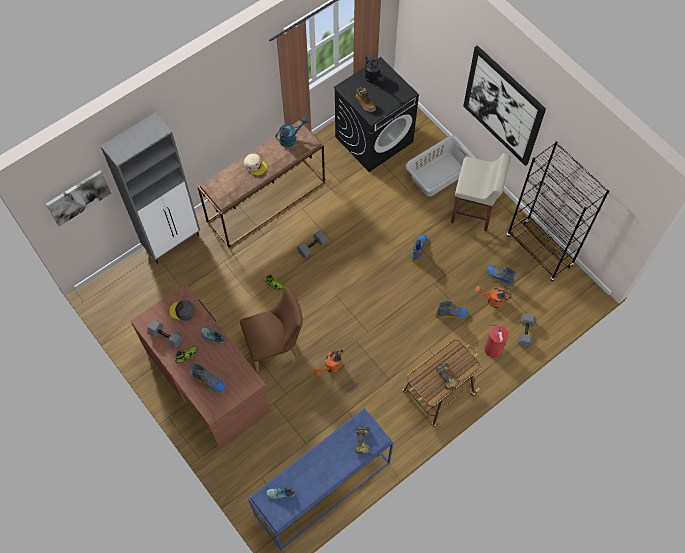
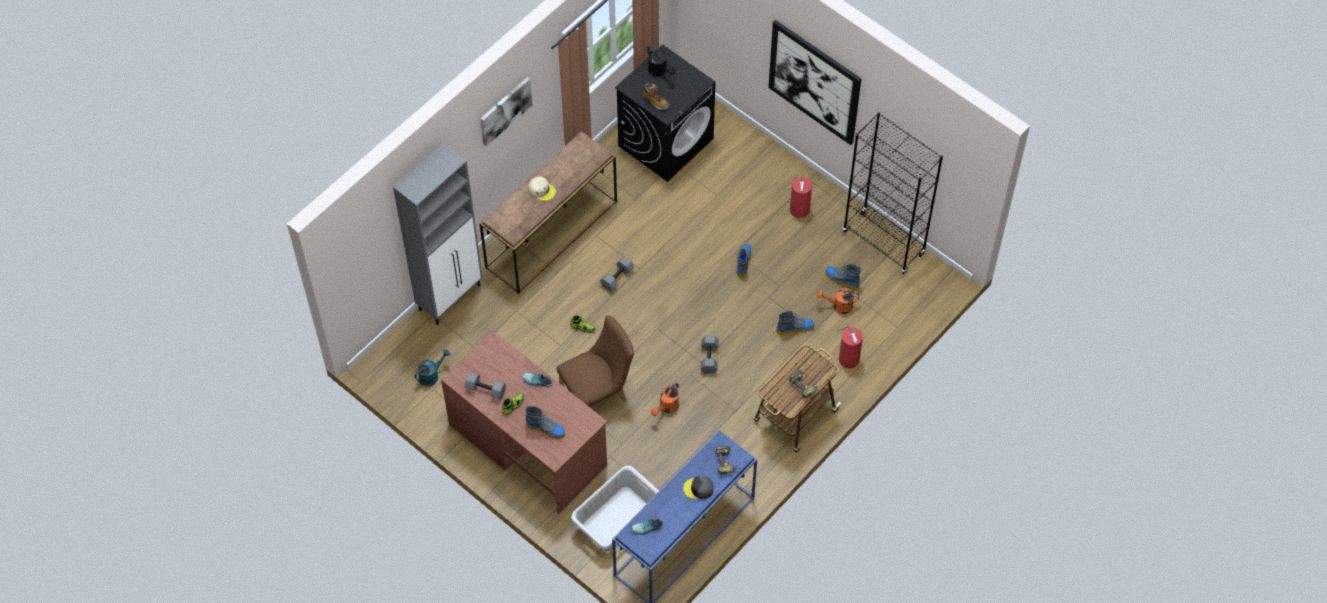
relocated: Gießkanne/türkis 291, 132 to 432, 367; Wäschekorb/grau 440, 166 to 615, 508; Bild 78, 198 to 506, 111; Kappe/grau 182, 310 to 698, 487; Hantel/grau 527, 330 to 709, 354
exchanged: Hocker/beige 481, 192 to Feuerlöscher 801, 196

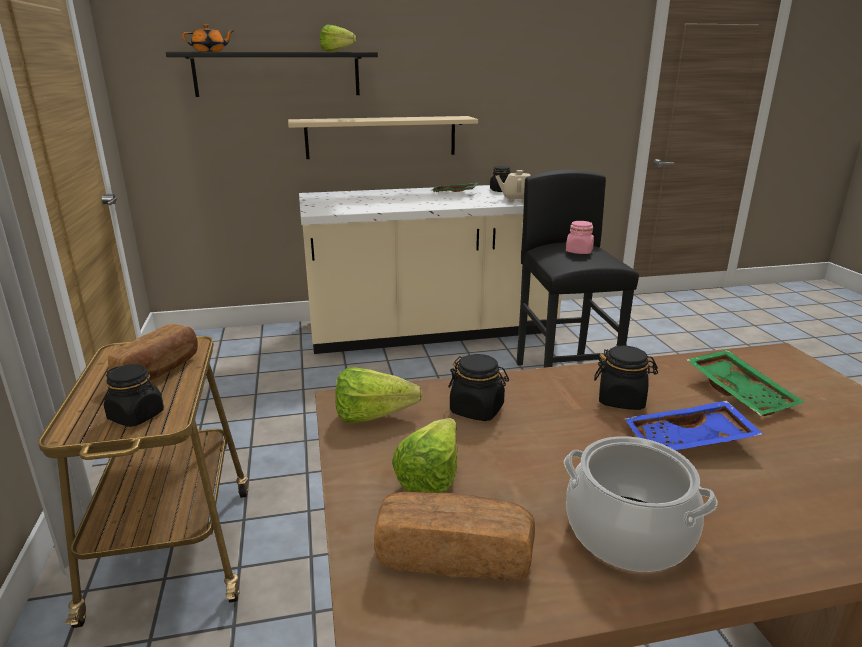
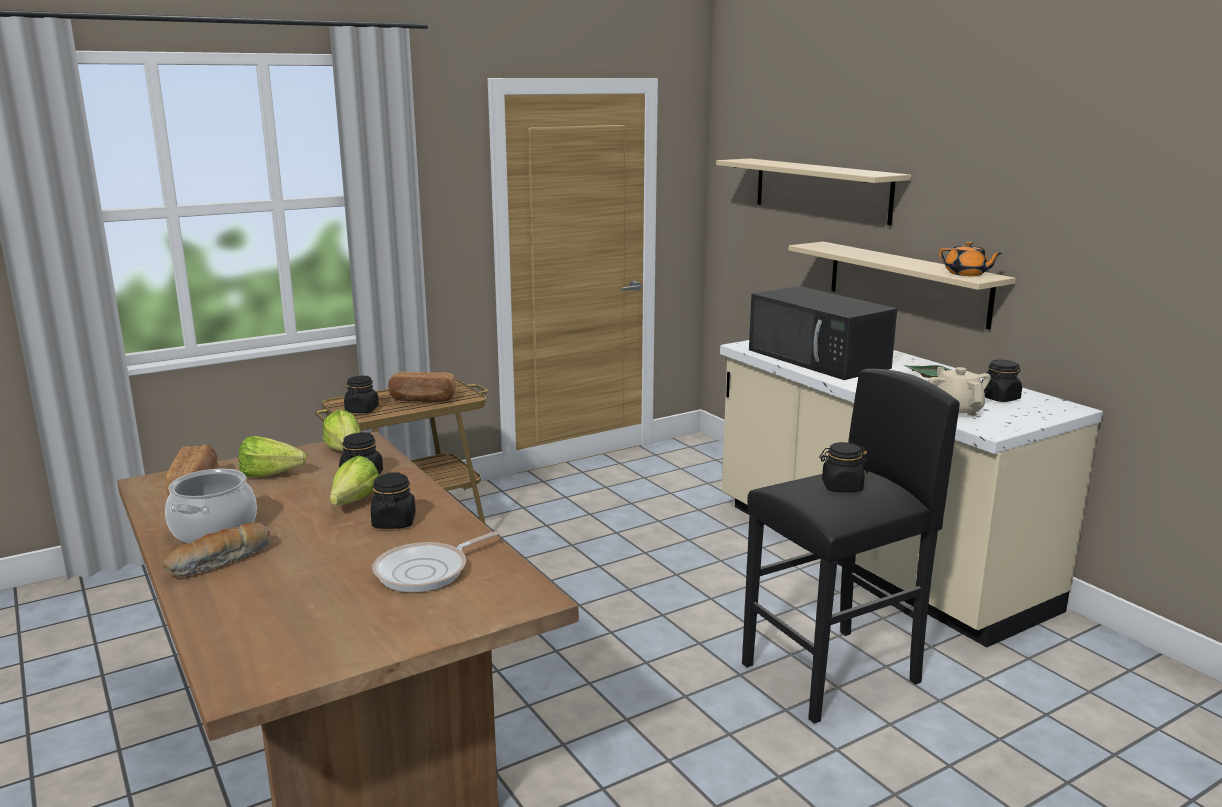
missing: Tablett/blau 694, 425
appeared: Mikrowelle/schwarz 823, 333; Brot 216, 549
relocated: Teekanne/orange 207, 38 to 970, 258; Salatkopf 338, 38 to 354, 480
exchanged: Tablett/grün 745, 383 to Pfanne 435, 561
colour: Wandregal/schwarz 272, 74 to Wandregal/beige 813, 191; Vorratsglas/rosa 580, 237 to Vorratsglas/schwarz 843, 467

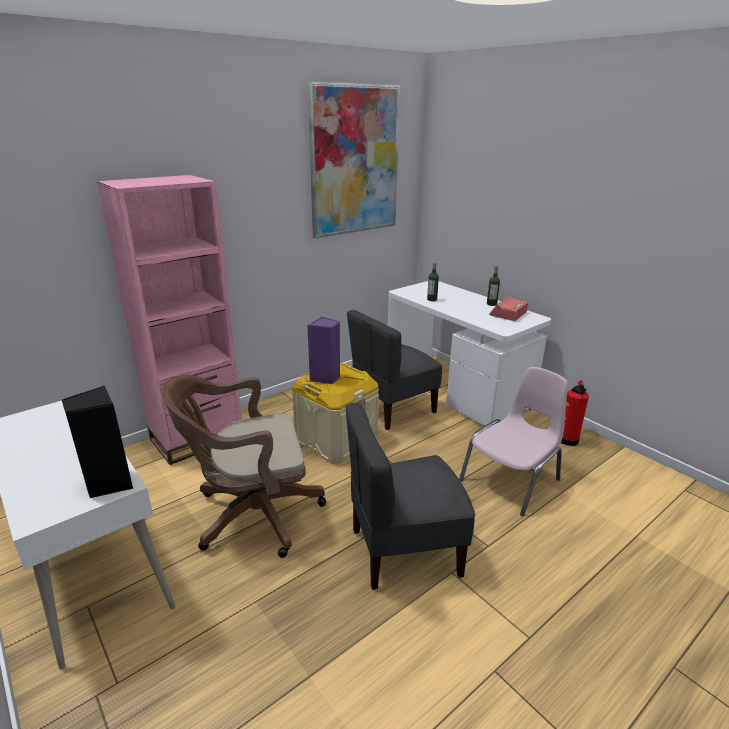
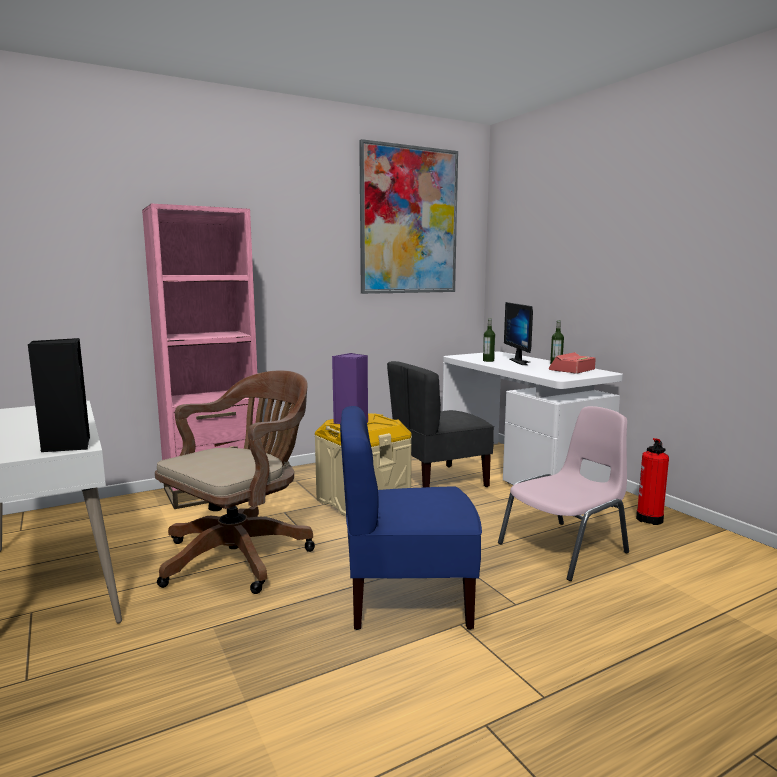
appeared: Monitor 518, 333
colour: Stuhl/grau 410, 496 to Stuhl/blau 411, 518
spun: Bürostuhl/braun 244, 466 = 235, 482 135 degrees clockwise

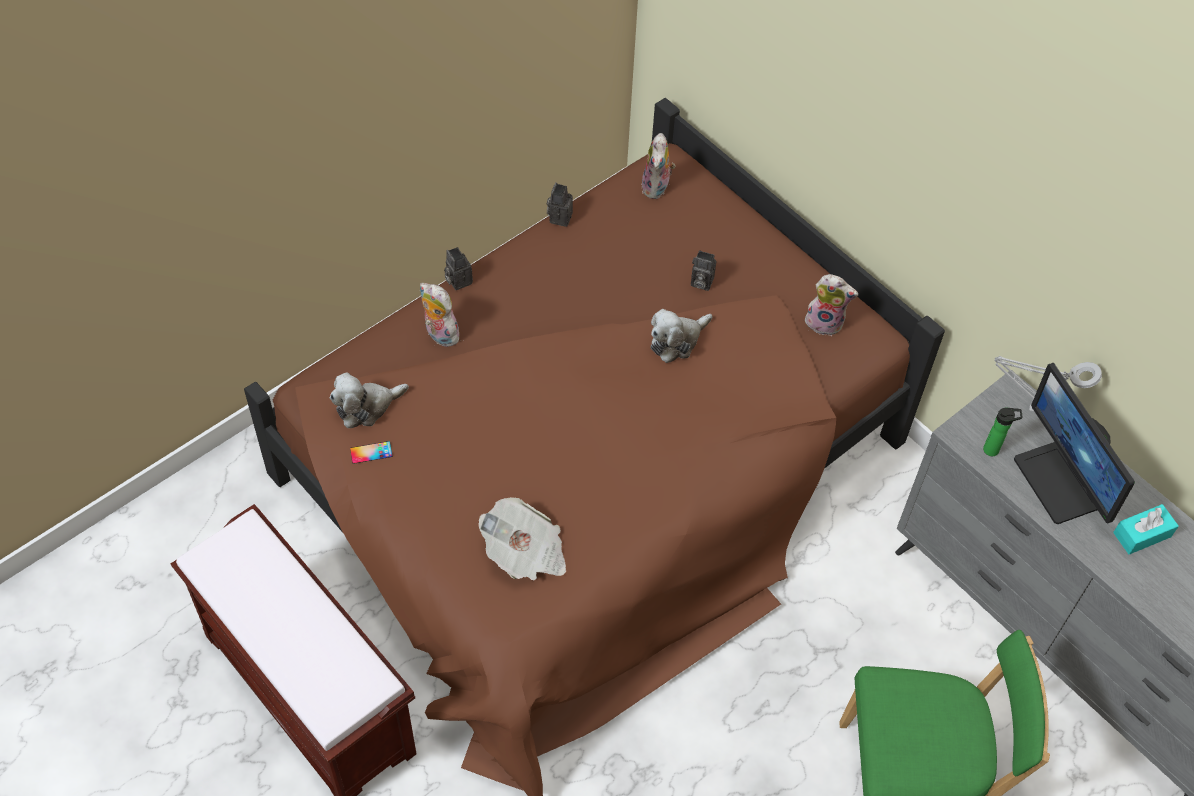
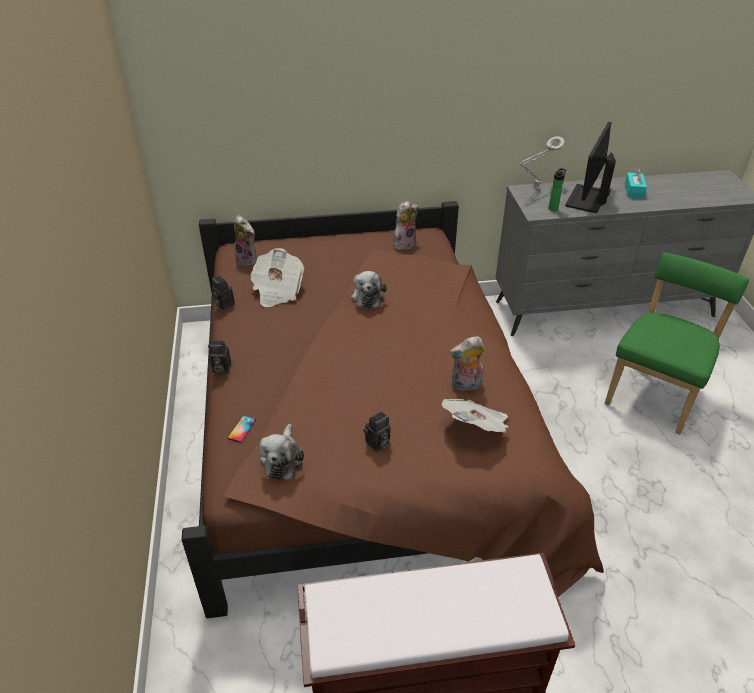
appeared: Zeitung 277, 277
relocated: Kamera 703, 270 to 377, 431; Plüschtier 440, 315 to 466, 363; Handy 371, 452 to 241, 428
spun: Monitor 1074, 443 = 590, 167 105 degrees clockwise

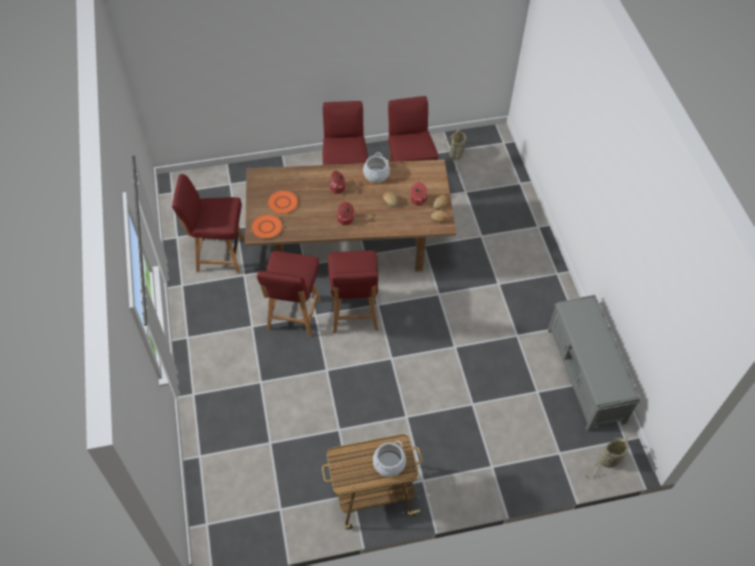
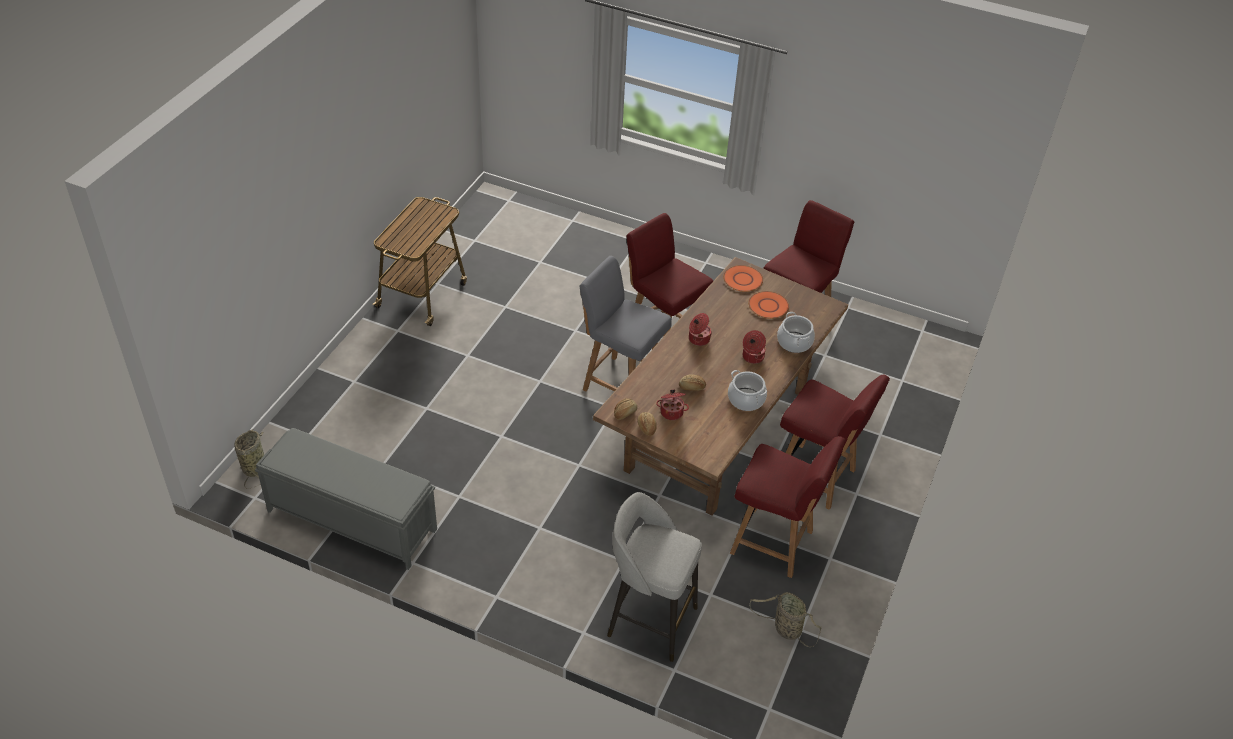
appeared: Hocker/grau 654, 577
relocated: Kochtopf 389, 458 to 796, 332
colour: Stuhl/rot 353, 291 to Stuhl/grau 625, 324

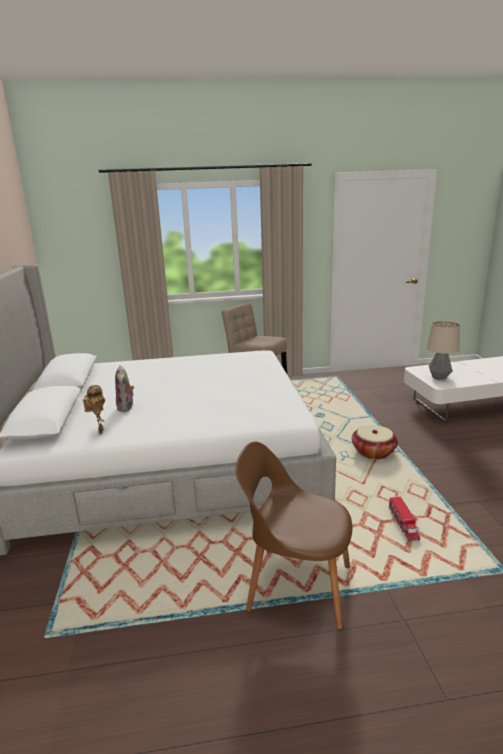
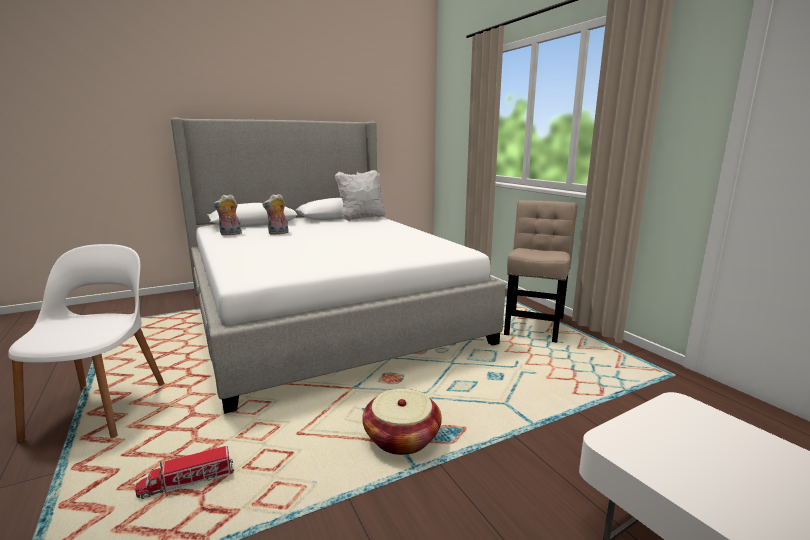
missing: Tischlampe 443, 350
appeared: Kissen/weiß 360, 195
exchanged: Spielzeugroboter 94, 409 to Plüschtier 227, 214
colour: Stuhl/braun 294, 535 to Stuhl/weiß 86, 343

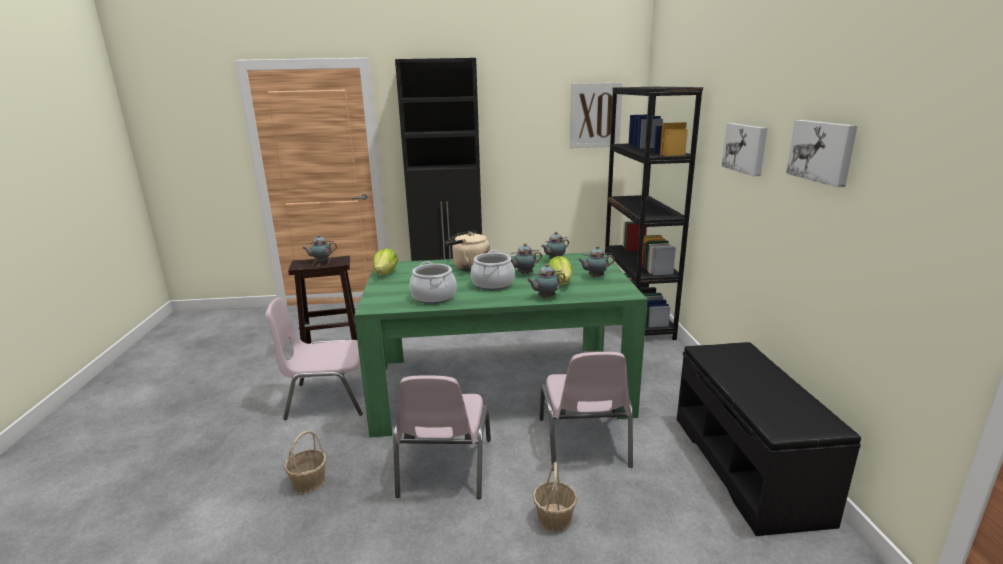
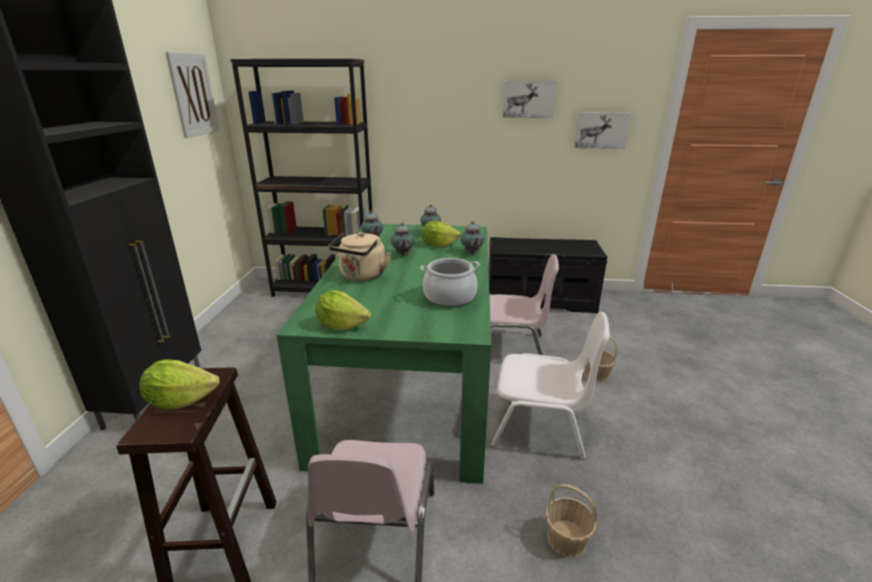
missing: Kochtopf 493, 270
relocated: Bild 744, 149 to 602, 130
exchanged: Teekanne 319, 248 to Salatkopf 179, 384
colour: Stuhl/rosa 442, 437 to Stuhl/weiß 550, 386

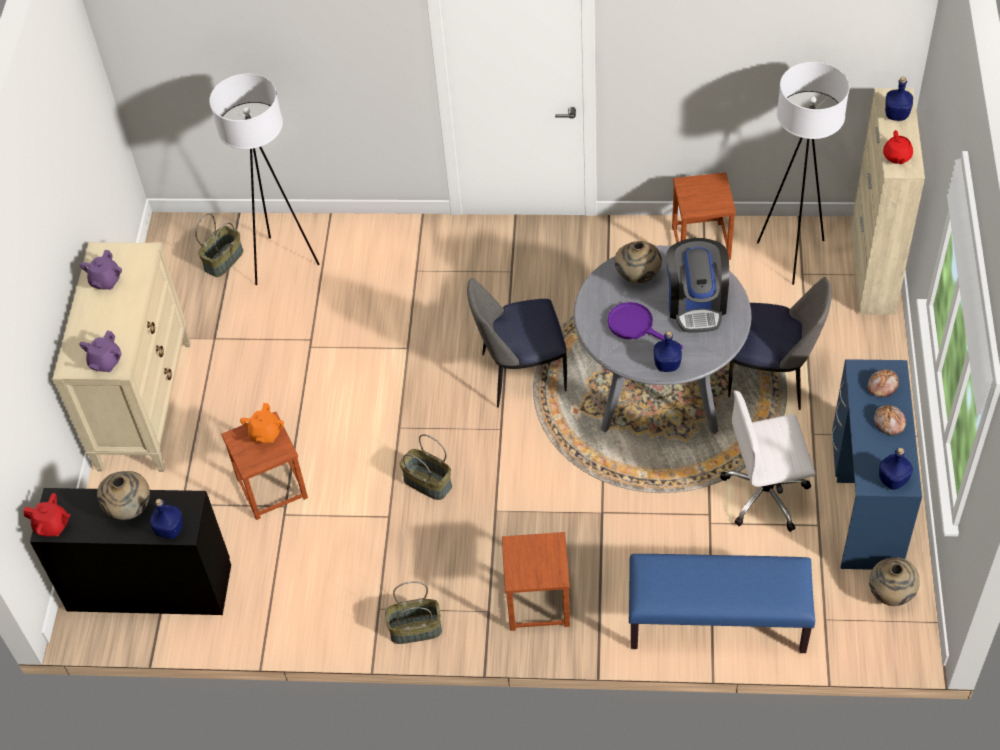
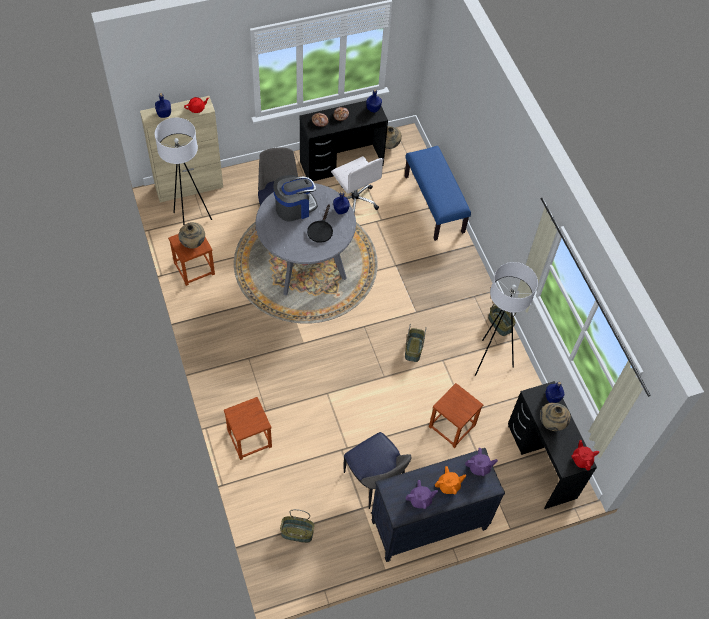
relocated: Stehlampe/weiß 264, 179 to 506, 319; Vase/beige 638, 262 to 192, 235; Stuhl 517, 343 to 377, 470; Teekanne/orange 262, 423 to 450, 480; Hocker/braun 536, 581 to 248, 428
colour: Kommode/beige 121, 357 to Kommode/schwarz 438, 505; Pfanne/lila 645, 325 to Pfanne/schwarz 320, 223; Schreibtisch/blau 877, 464 to Schreibtisch/schwarz 344, 141

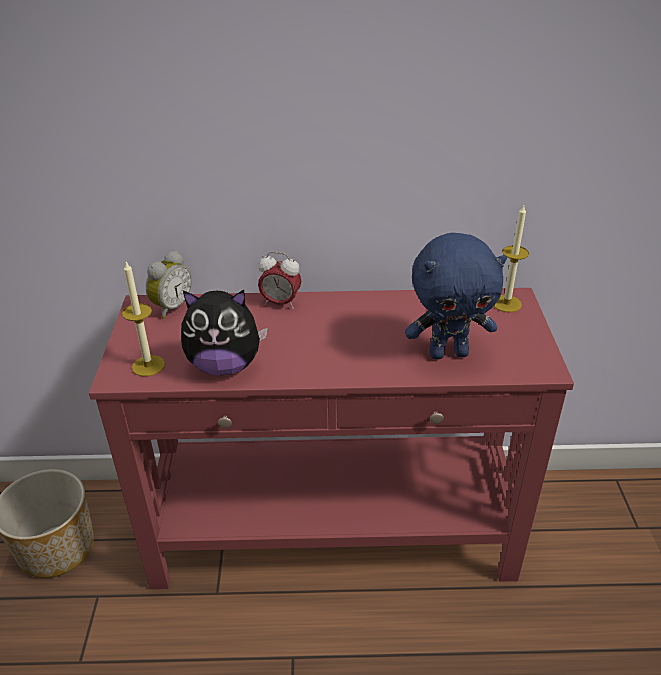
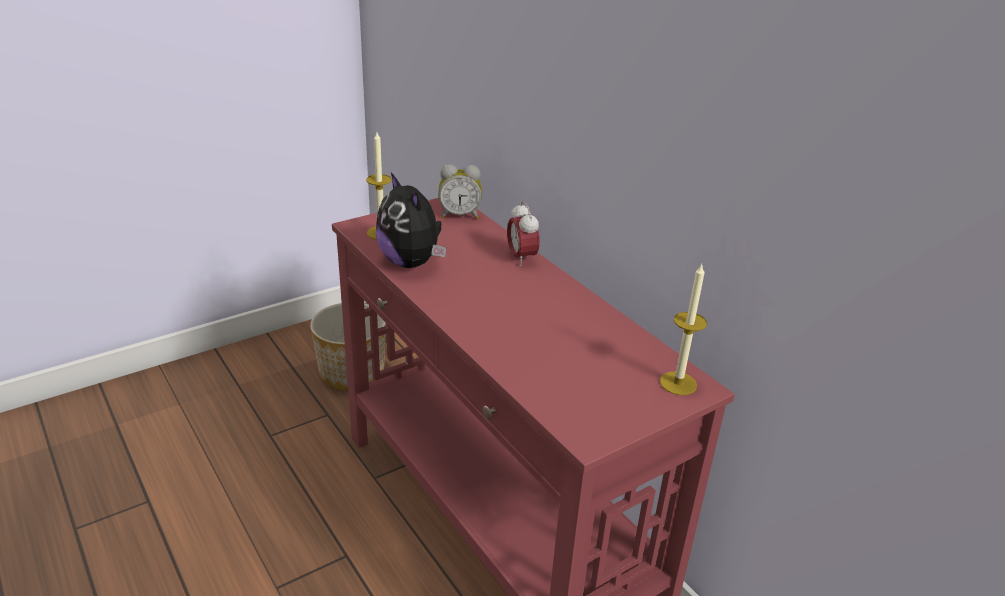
missing: Plüschtier/blau 456, 296

